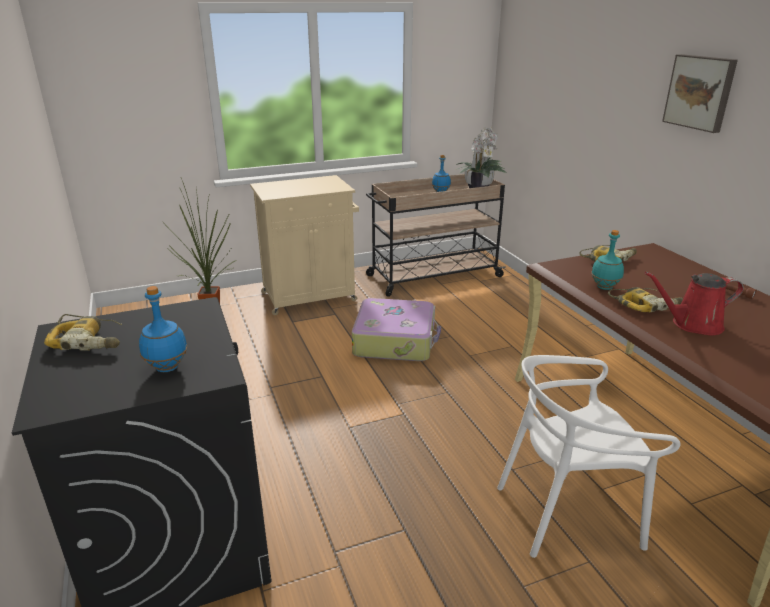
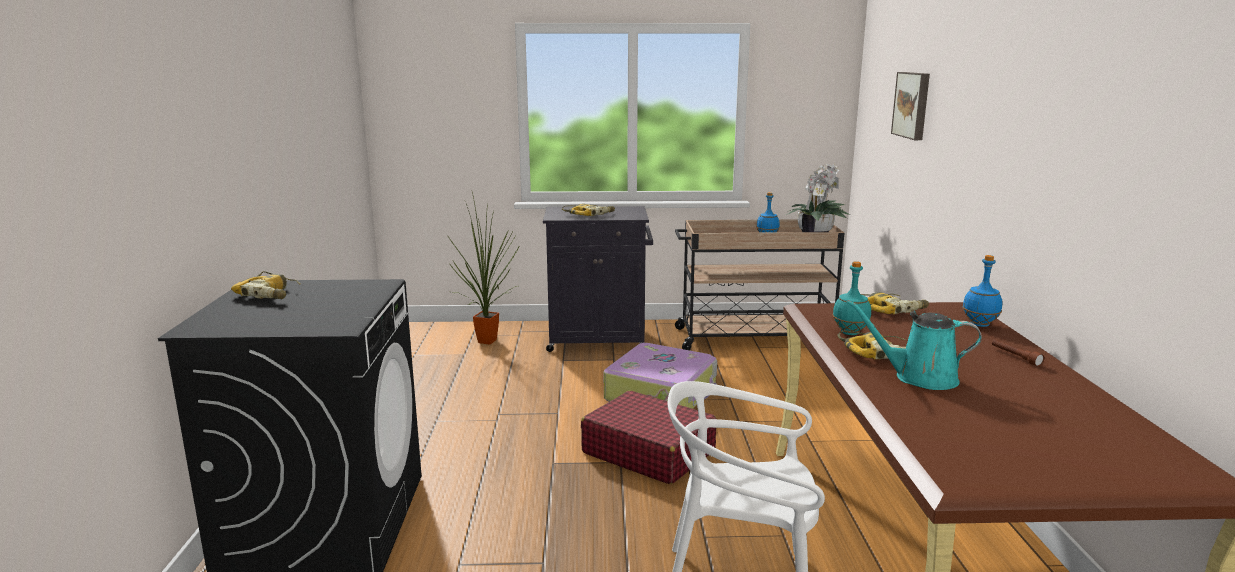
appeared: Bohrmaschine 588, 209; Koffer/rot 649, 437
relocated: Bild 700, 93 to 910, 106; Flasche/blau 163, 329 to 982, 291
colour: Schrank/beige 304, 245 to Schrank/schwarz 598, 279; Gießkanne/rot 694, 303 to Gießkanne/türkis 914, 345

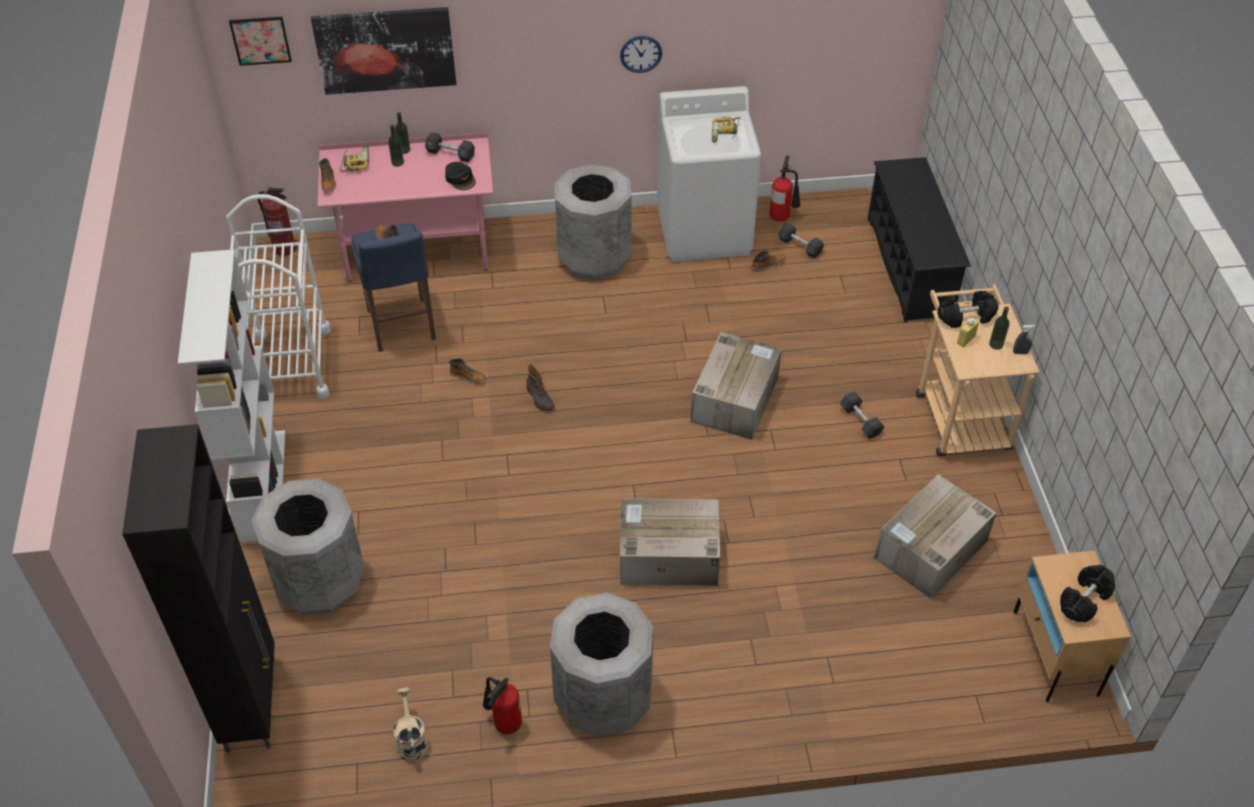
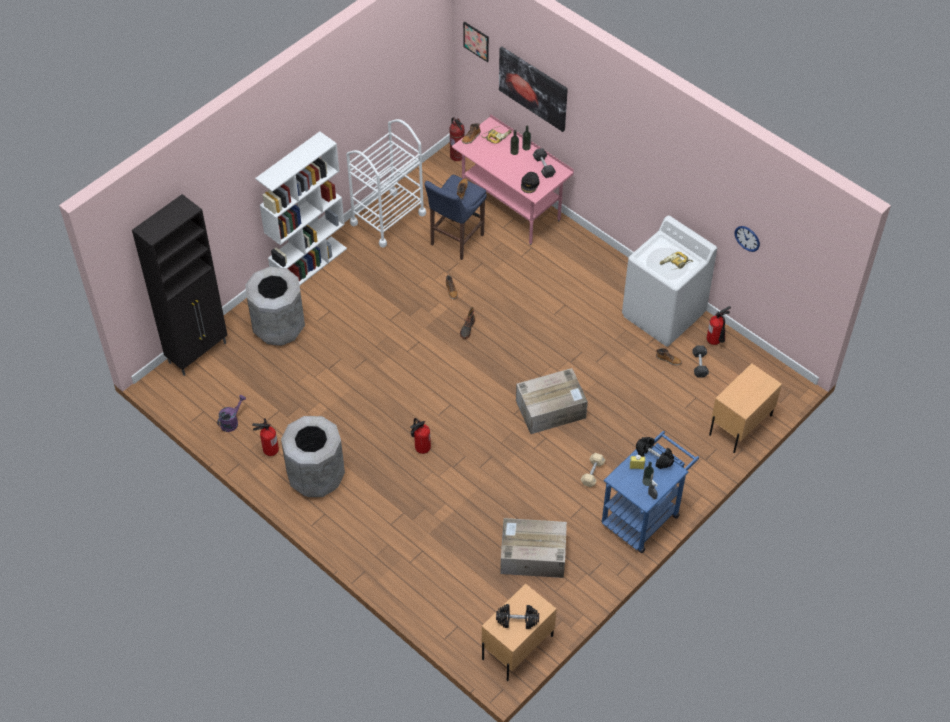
missing: Mülleimer/grau 593, 222
relocated: Wanduhr 641, 54 to 747, 239
exchanged: Schuhregal/schwarz 919, 239 to Nachttisch/beige 745, 408; Karton 670, 542 to Feuerlöscher 420, 436
colour: Rollwagen/beige 978, 370 to Rollwagen/blau 650, 492; Hantel/schwarz 862, 415 to Hantel/beige 593, 470; Gießkanne/beige 410, 724 to Gießkanne/lila 231, 413

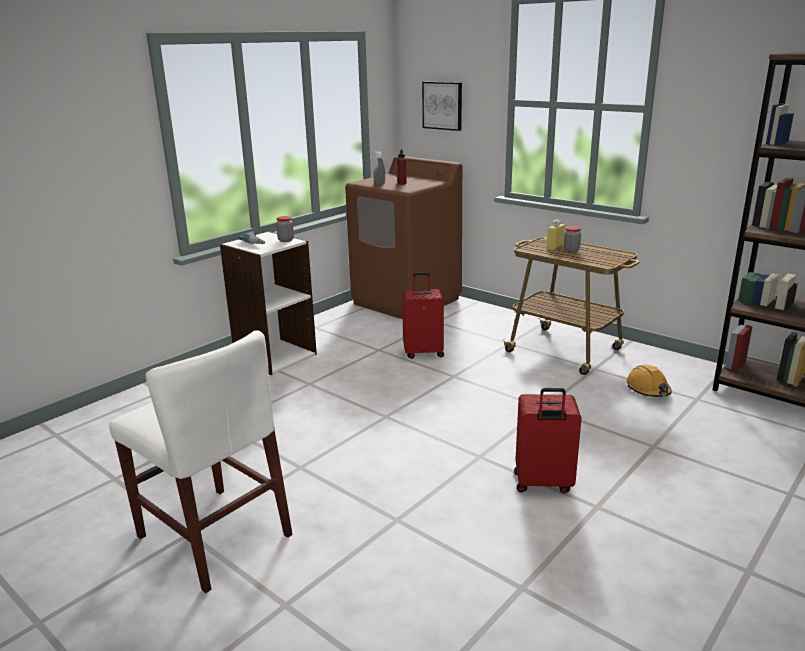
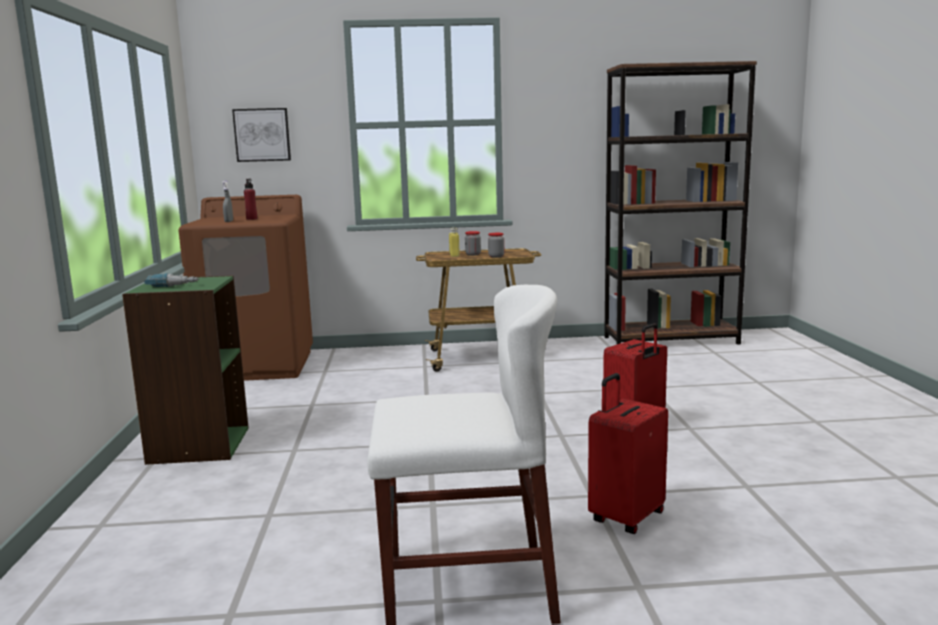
missing: Schutzhelm/orange 649, 380
relocated: Vorratsglas 285, 229 to 496, 245; Koffer/rot 423, 315 to 628, 453
colour: Bücherregal/weiß 268, 303 to Bücherregal/grün 185, 370

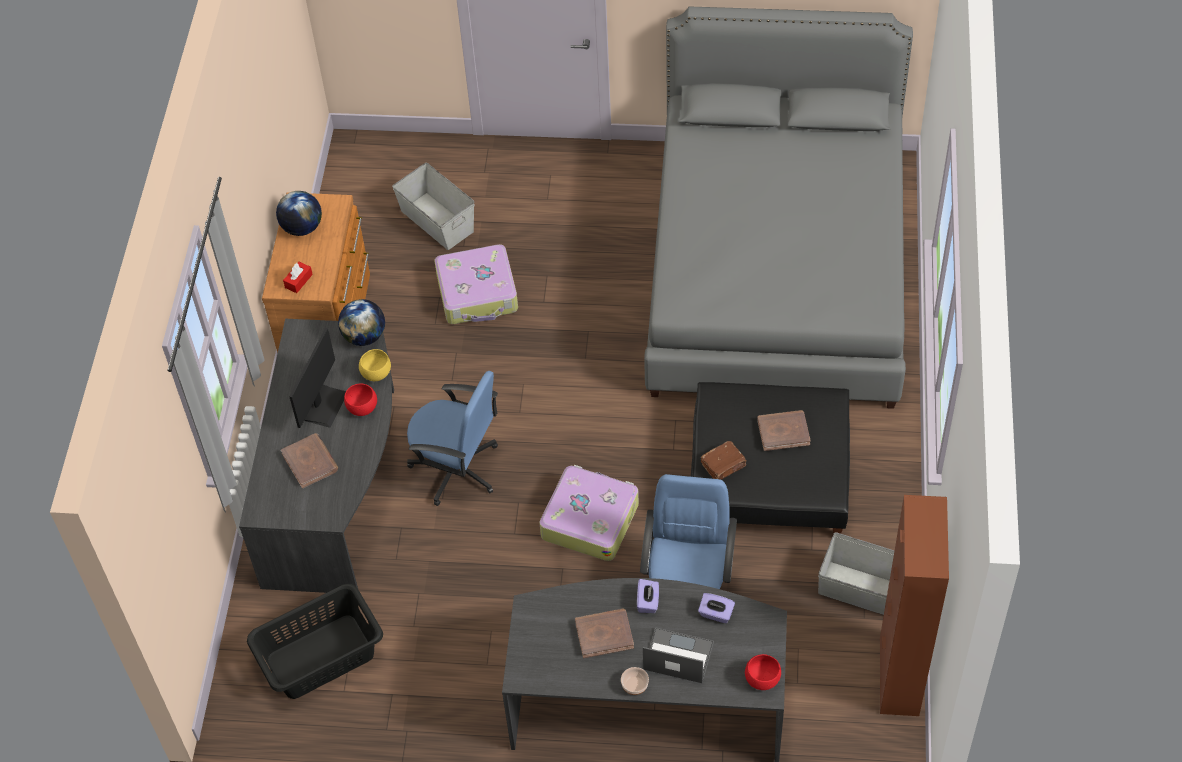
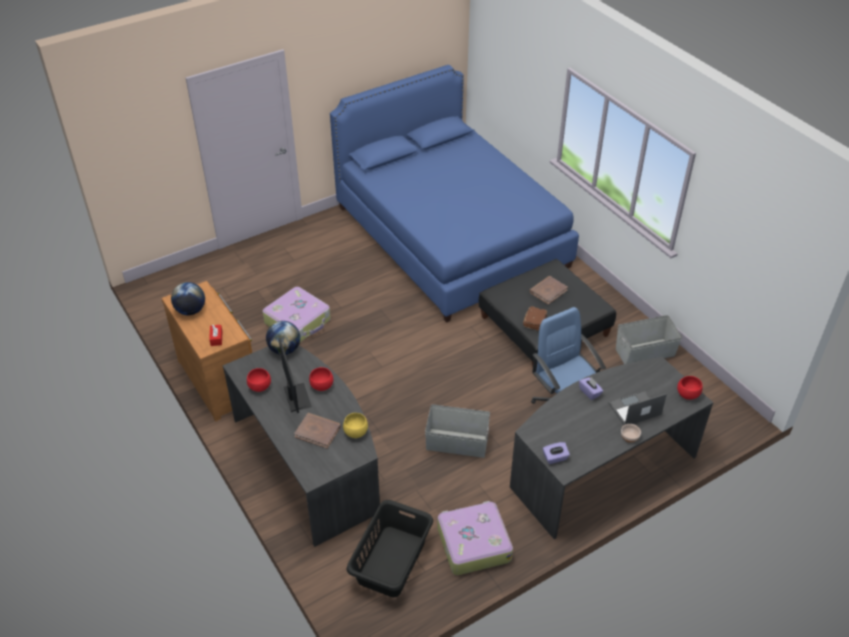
missing: Bürostuhl/blau 452, 438; Schrank/braun 914, 605; Buch/braun 604, 633
appeared: Schüssel/rot 259, 380
relocated: Aufbewahrungsbox/grau 433, 206 to 457, 431; Schüssel/gelb 375, 365 to 355, 425; Koffer 589, 513 to 475, 538; Taschentuchbox/lila 716, 608 to 556, 453
colour: Bett/grau 778, 208 to Bett/blau 454, 193

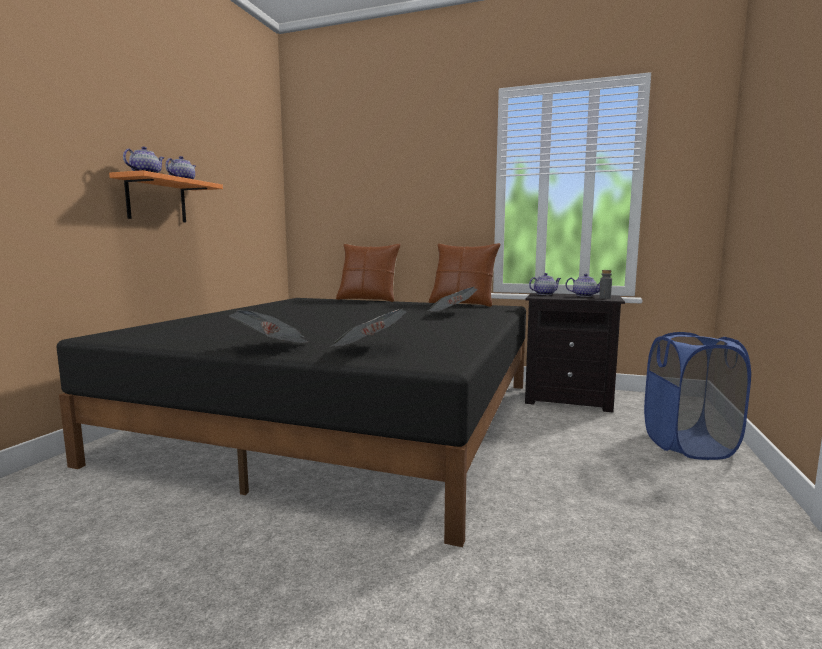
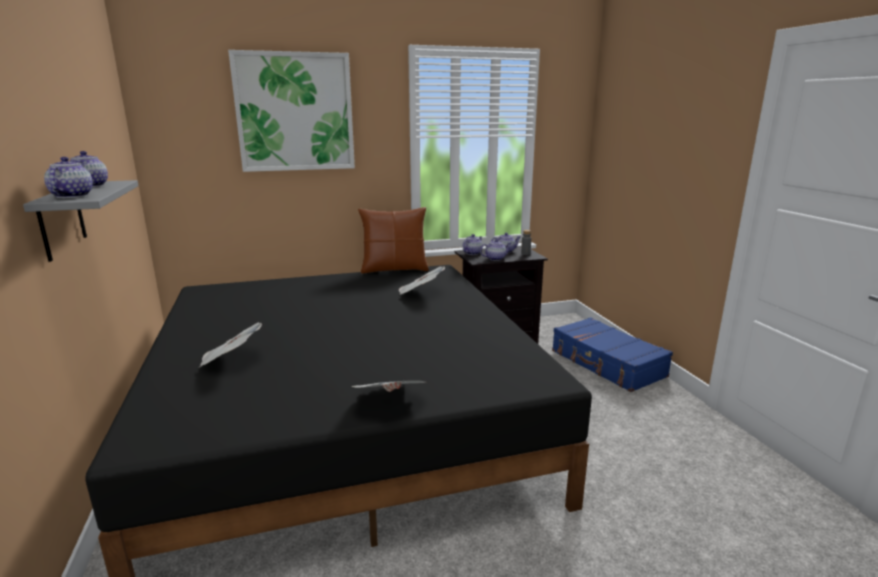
missing: Kissen/braun 368, 273
appeared: Bild 291, 111; Teekanne 495, 250
relocated: Zeitung 368, 327 to 230, 345
exchanged: Wäschekorb/blau 697, 396 to Koffer/blau 612, 354
colour: Wandregal/orange 166, 196 to Wandregal/grau 81, 221

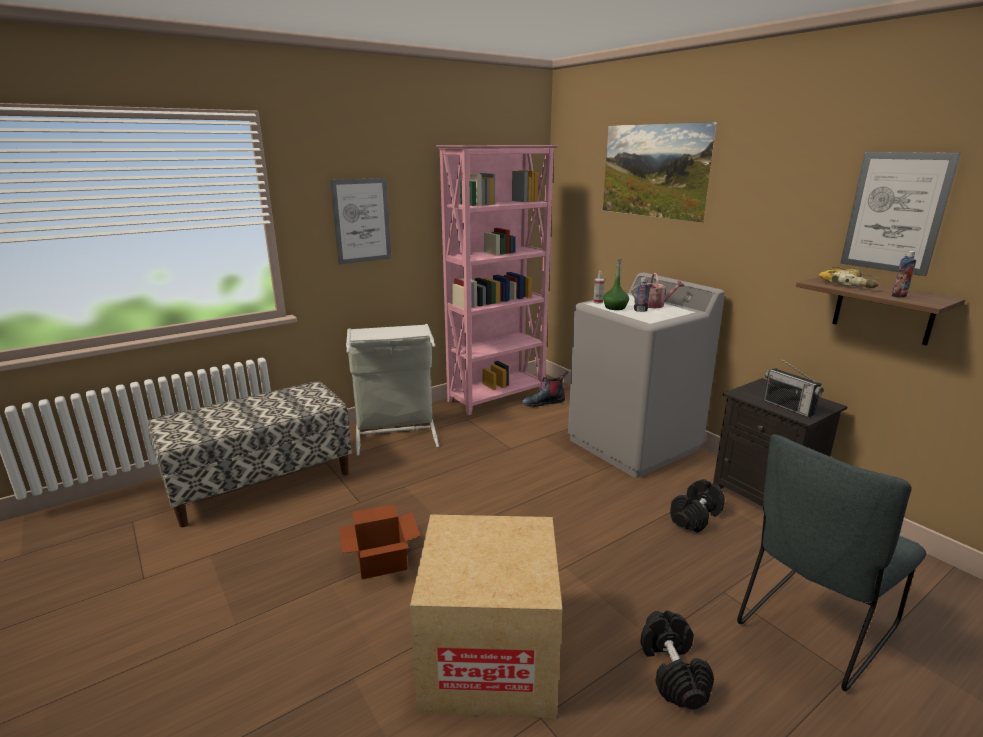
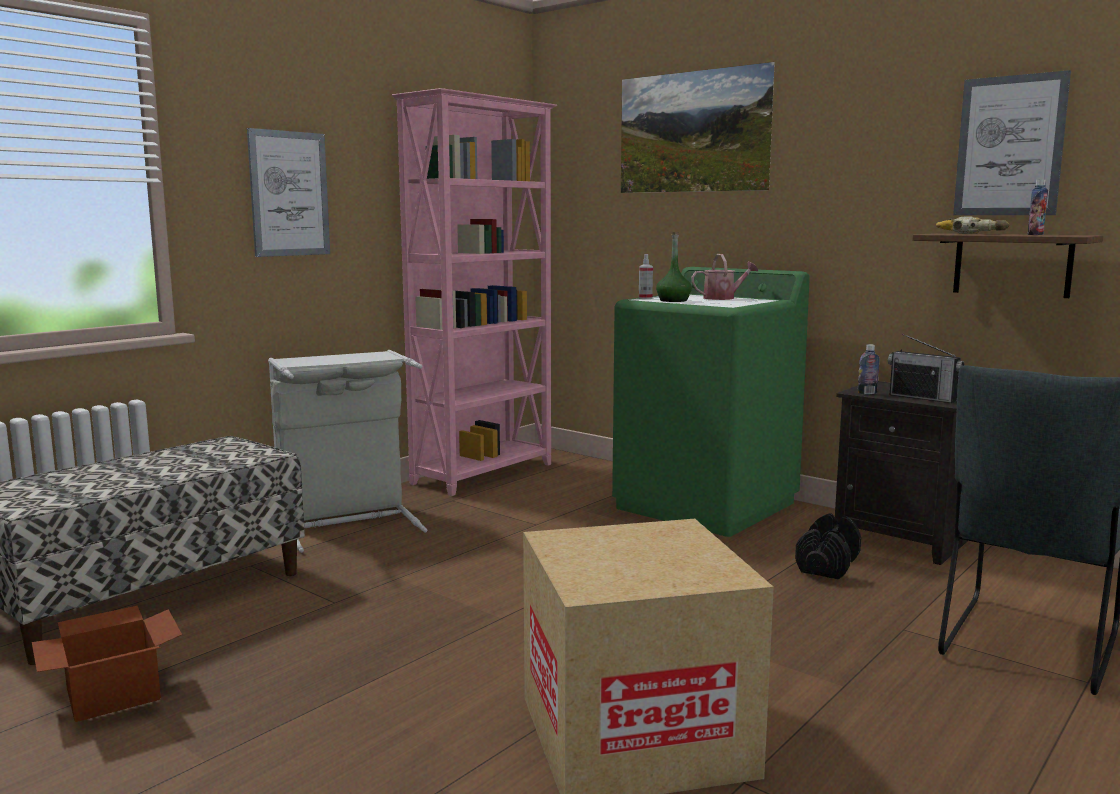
missing: Stiefel 545, 389; Hantel/schwarz 677, 659
relocated: Flasche 642, 294 to 869, 369; Karton 379, 541 to 107, 664
colour: Waschmaschine/grau 646, 375 to Waschmaschine/grün 711, 402

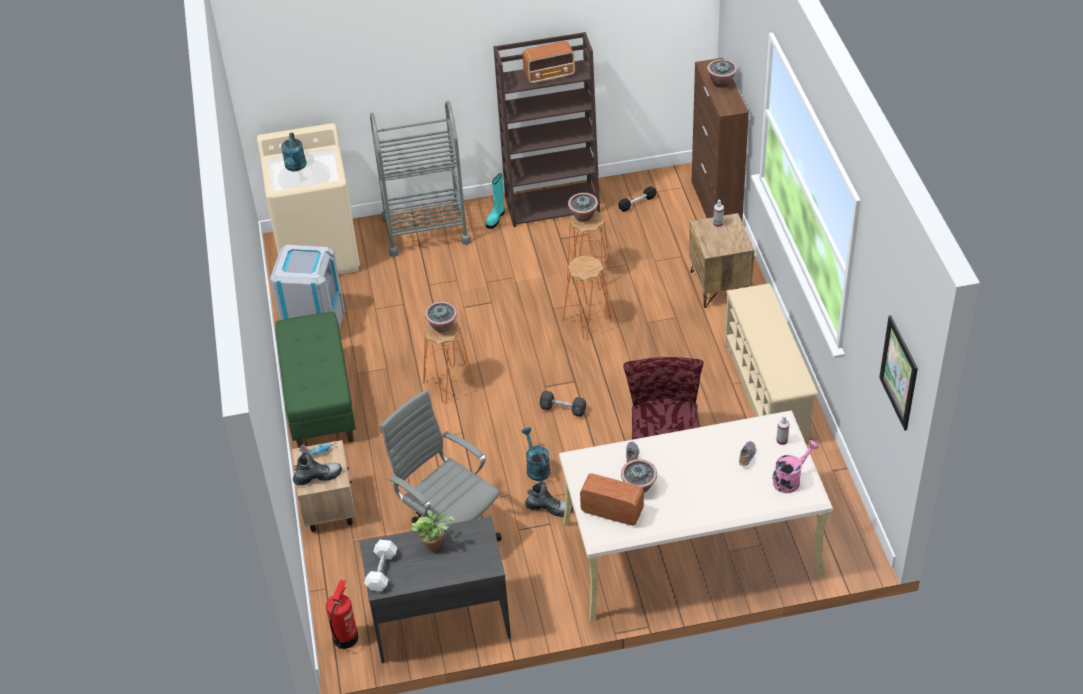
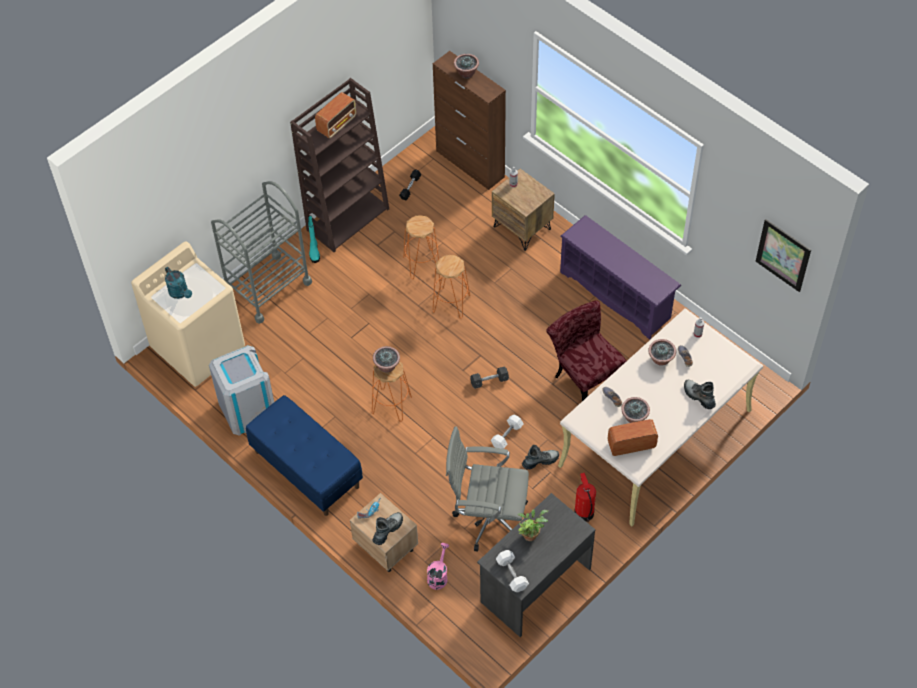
appeared: Stiefel 700, 394
relocated: Topfpflanze 583, 207 to 662, 352; Gießkanne/rosa 795, 466 to 438, 566; Feuerlöscher 342, 614 to 585, 497
exchanged: Gießkanne/türkis 535, 454 to Hantel/weiß 507, 431
colour: Schuhregal/beige 771, 362 to Schuhregal/lila 620, 277; Bank/grün 315, 379 to Bank/blau 304, 455

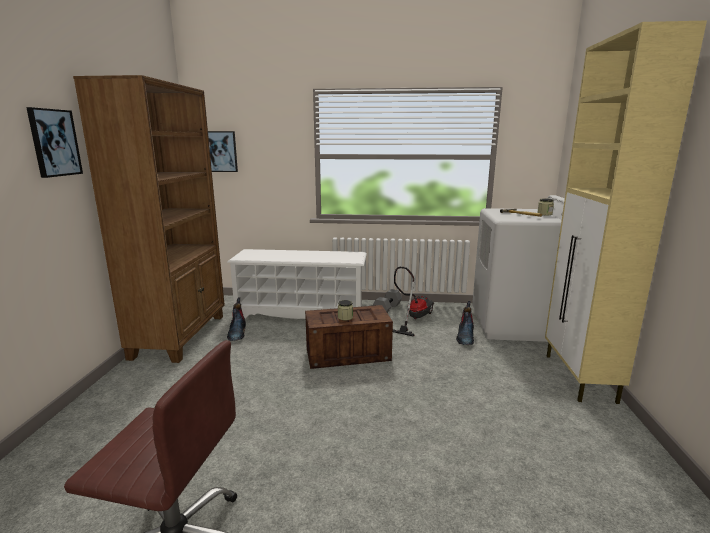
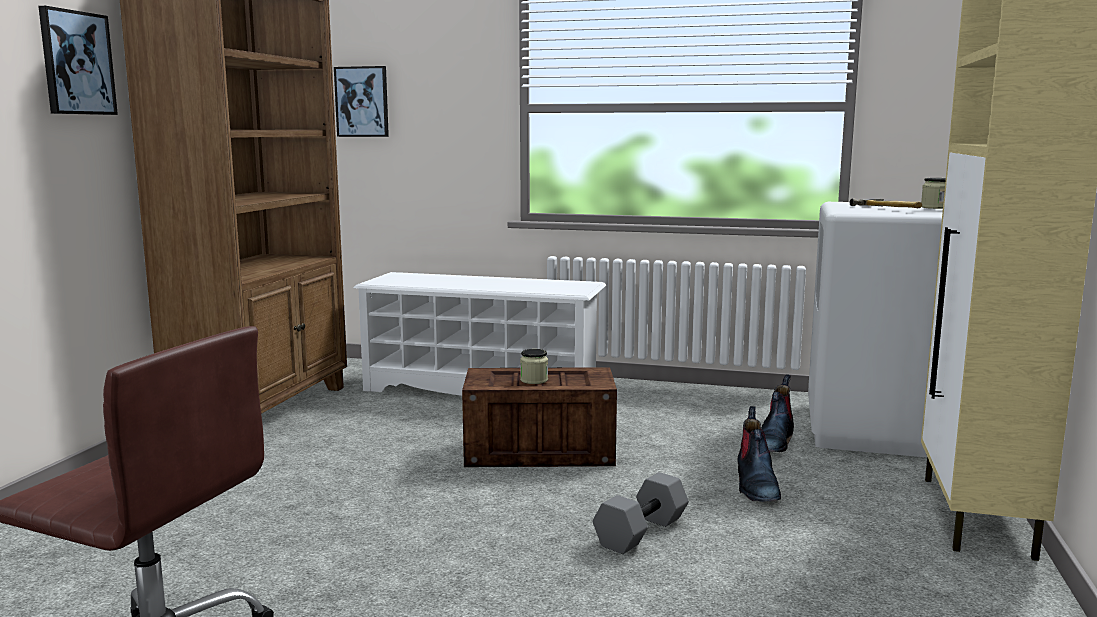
missing: Staubsauger 413, 302
relocated: Hantel/grau 387, 301 to 641, 513; Stiefel 236, 319 to 759, 454

